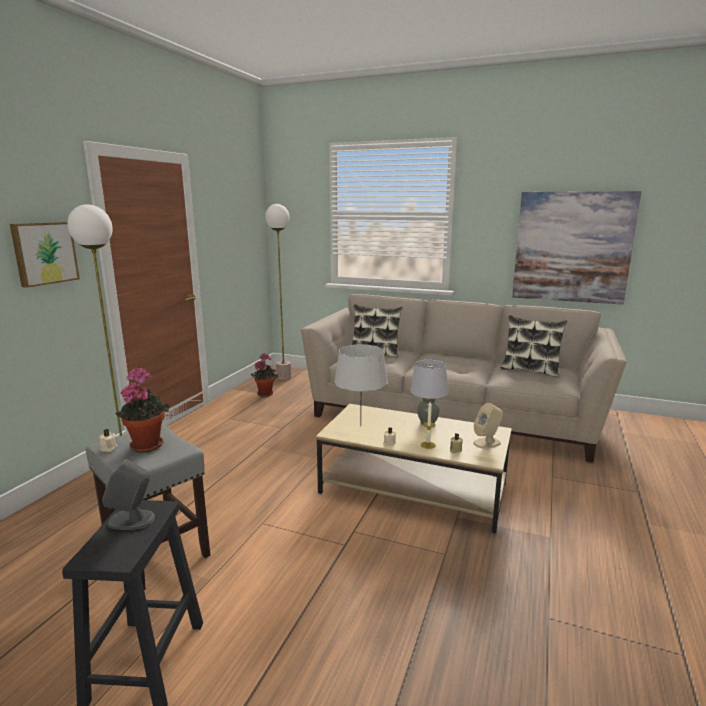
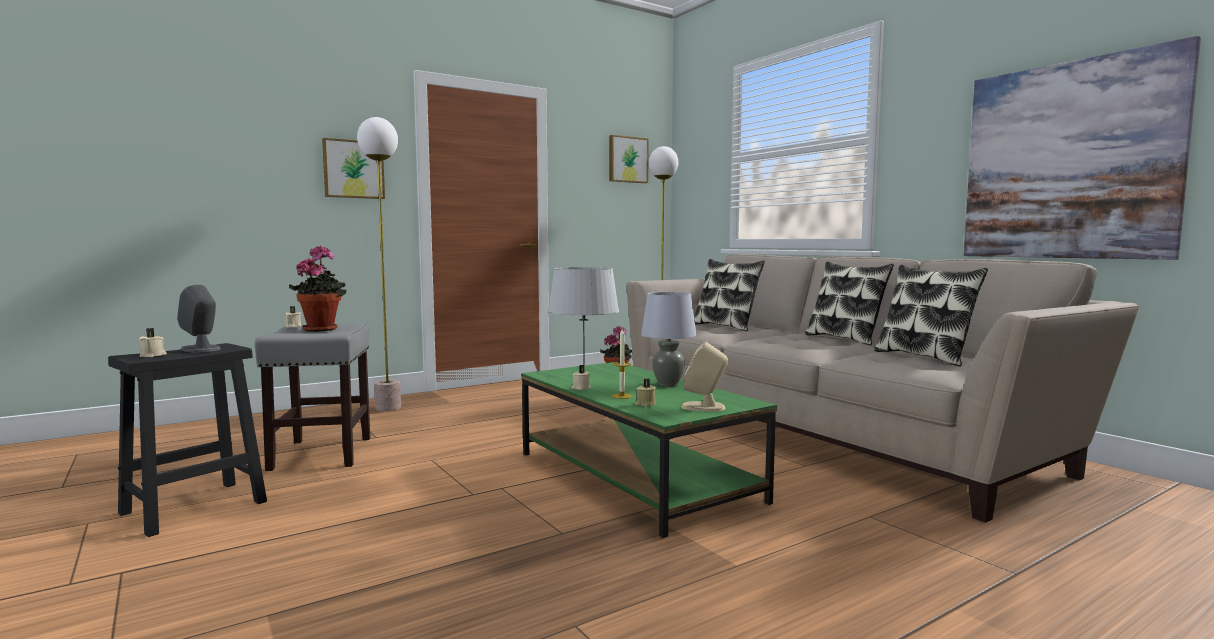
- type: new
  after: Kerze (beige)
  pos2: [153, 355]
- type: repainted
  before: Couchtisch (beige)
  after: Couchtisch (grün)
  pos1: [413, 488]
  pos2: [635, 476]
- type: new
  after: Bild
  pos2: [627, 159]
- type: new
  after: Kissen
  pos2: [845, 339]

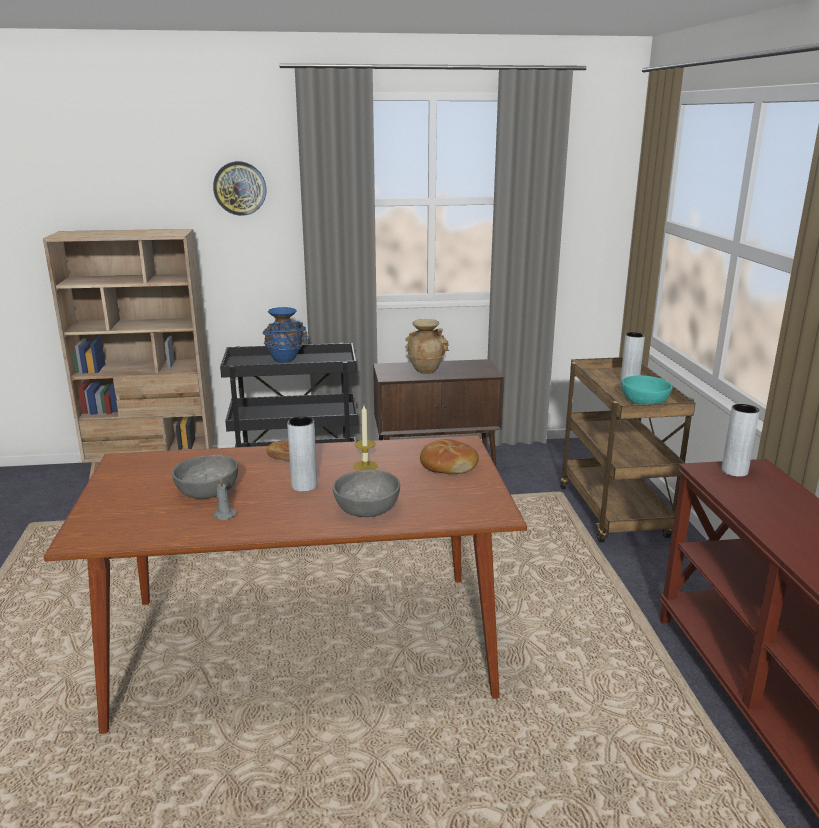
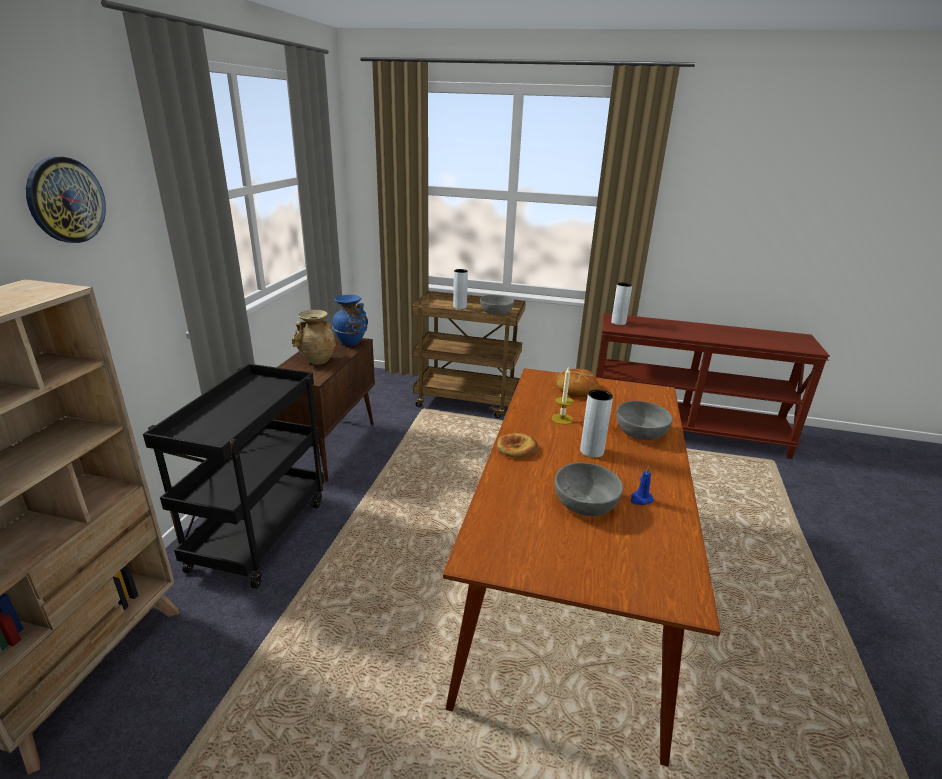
- type: shifted
  before: Vase (blau)
  pos1: [285, 360]
  pos2: [352, 342]
- type: repainted
  before: Schüssel (türkis)
  after: Schüssel (grau)
  pos1: [645, 401]
  pos2: [496, 312]
- type: repainted
  before: Kerze (grau)
  after: Kerze (blau)
  pos1: [223, 515]
  pos2: [640, 499]

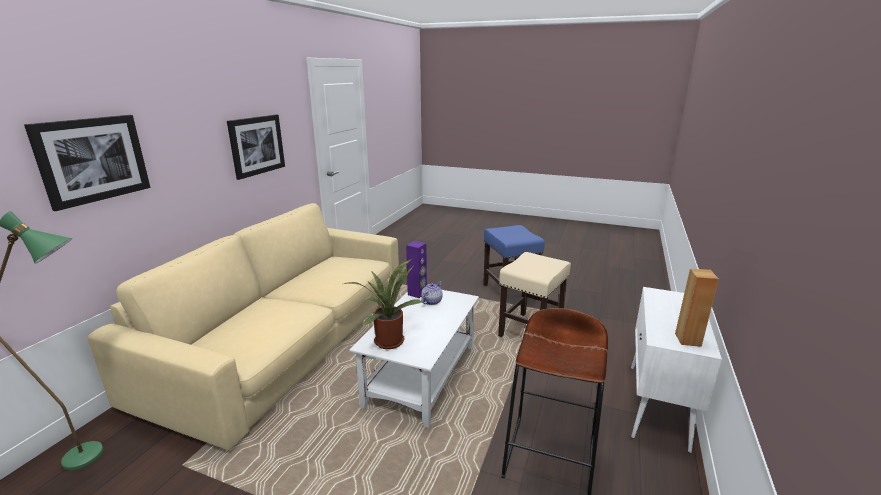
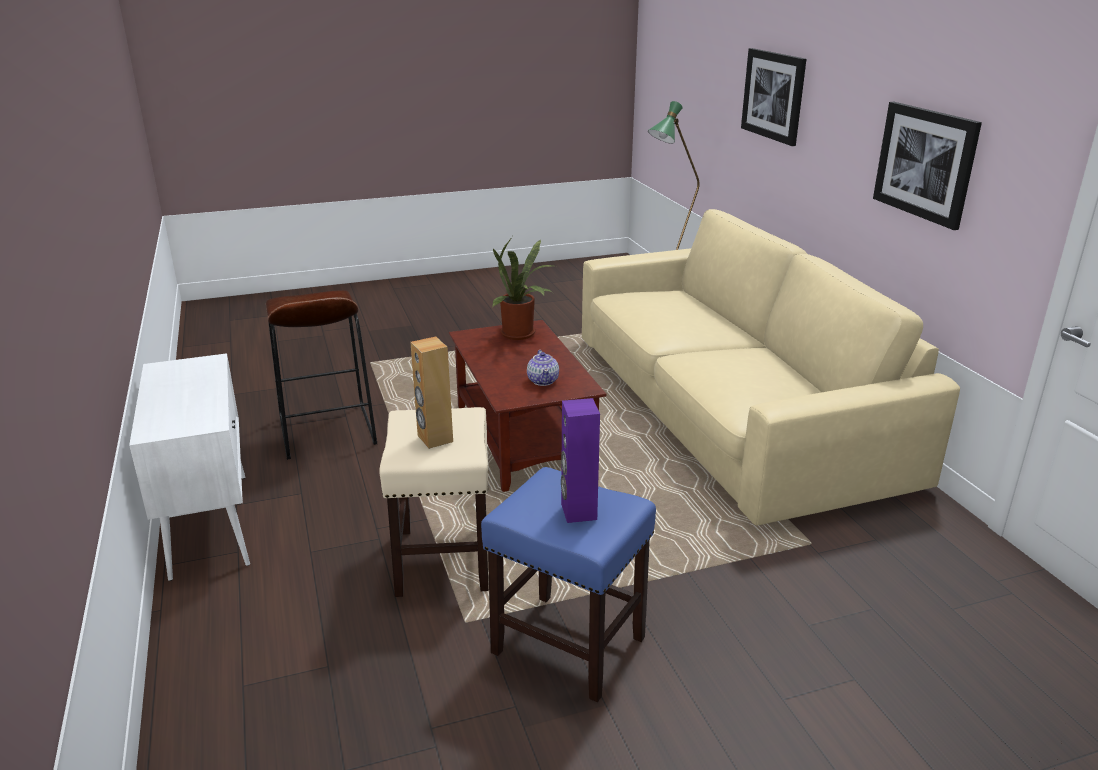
- type: shifted
  before: Lautsprecher (braun)
  pos1: [688, 340]
  pos2: [434, 439]
- type: repainted
  before: Couchtisch (weiß)
  after: Couchtisch (braun)
  pos1: [422, 374]
  pos2: [524, 439]
- type: shifted
  before: Lautsprecher (lila)
  pos1: [417, 293]
  pos2: [578, 512]

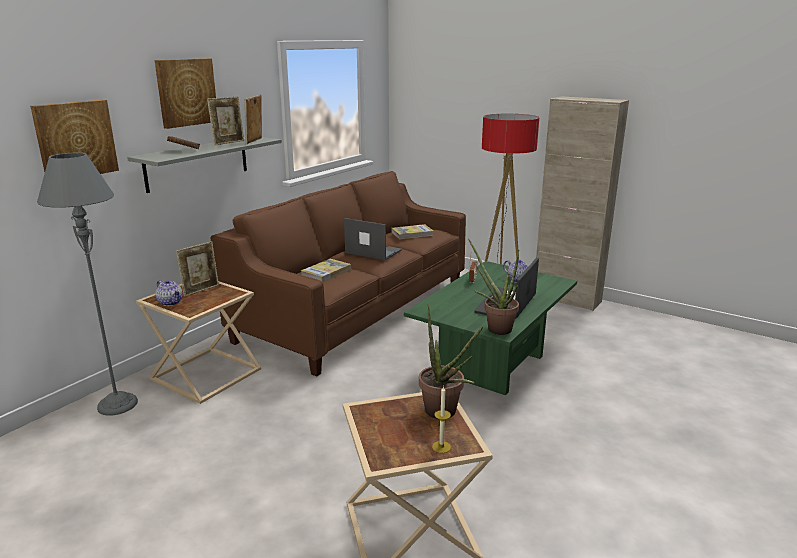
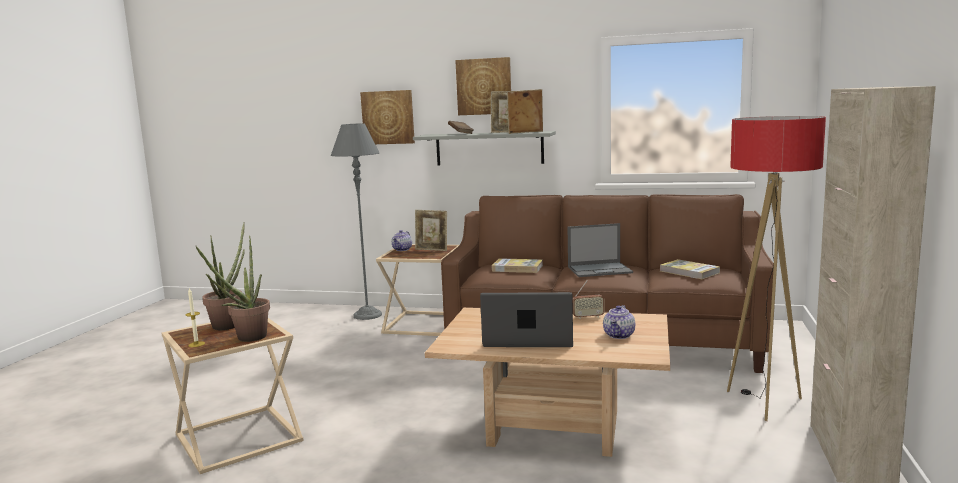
- type: shifted
  before: Topfpflanze
  pos1: [495, 328]
  pos2: [230, 324]
- type: repainted
  before: Couchtisch (grün)
  after: Couchtisch (beige)
  pos1: [491, 364]
  pos2: [554, 427]
- type: rotated
  before: Laptop
  pos1: [372, 251]
  pos2: [600, 270]
  turn: 75

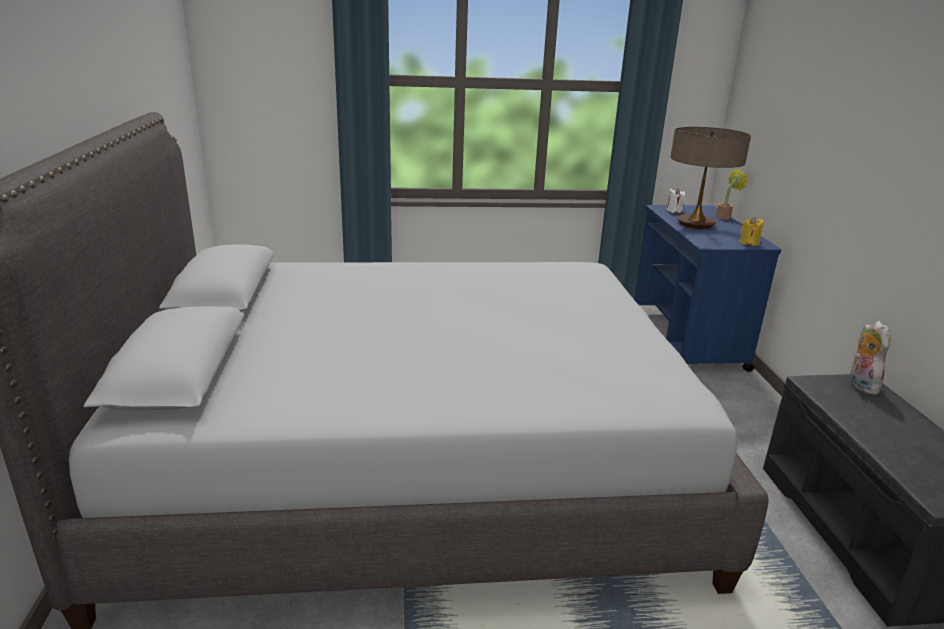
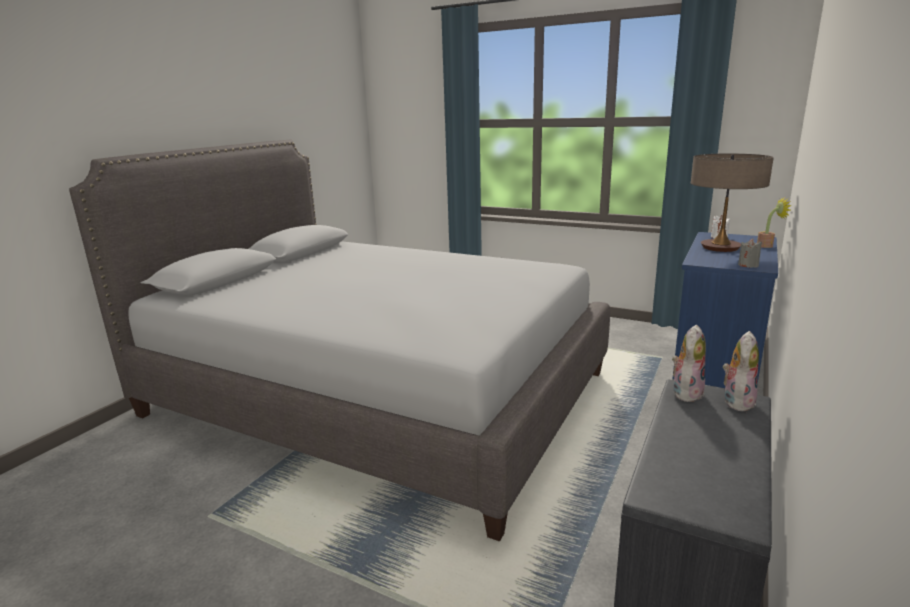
- type: new
  after: Plüschtier
  pos2: [686, 392]
- type: repainted
  before: Kerze (gelb)
  after: Kerze (grau)
  pos1: [749, 243]
  pos2: [748, 265]

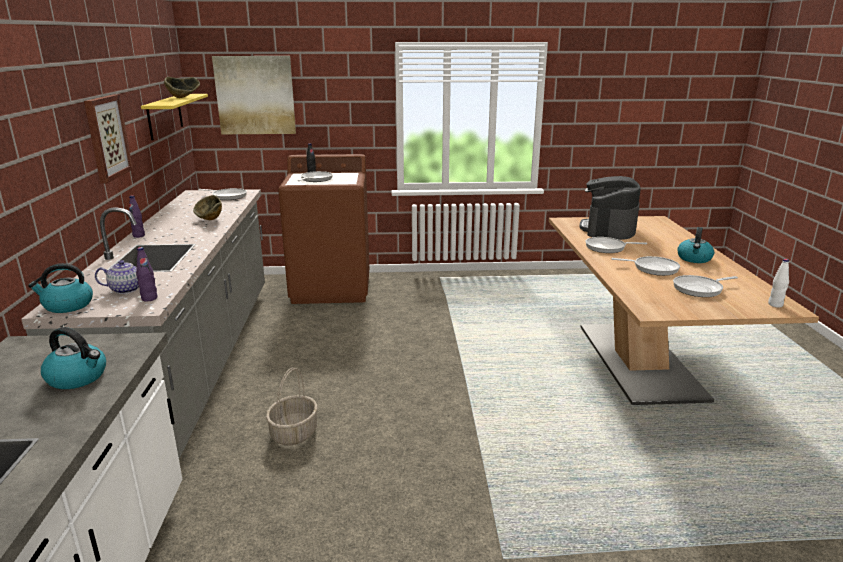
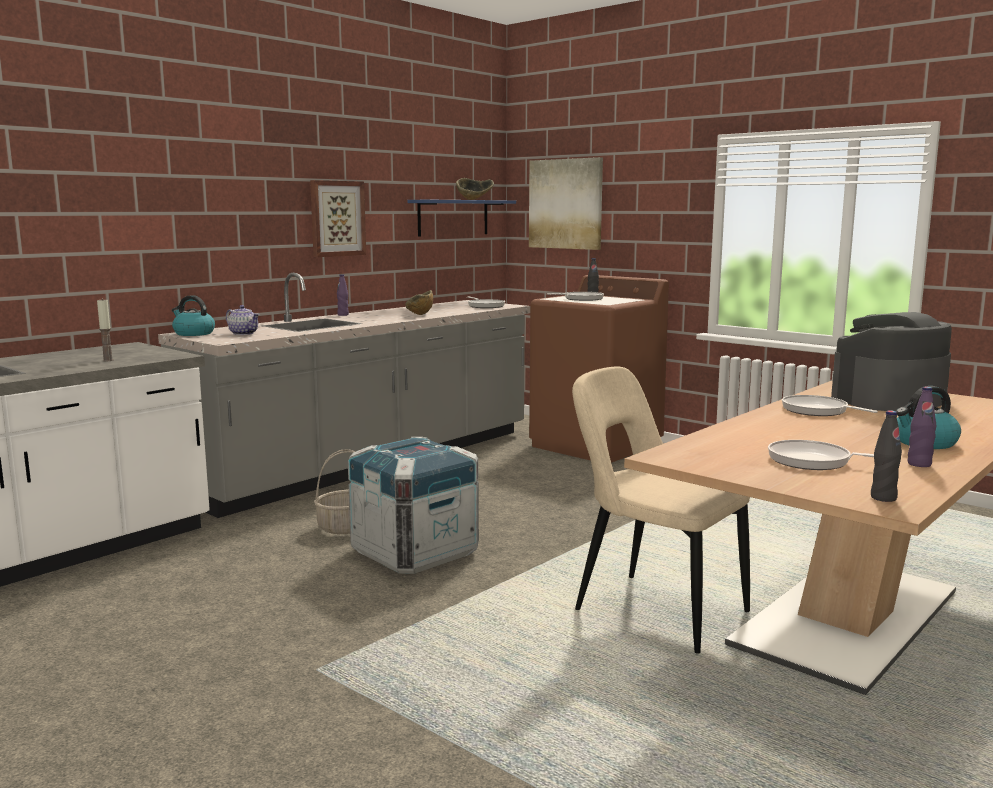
- type: swapped
  before: Wasserkessel
  after: Kerze
  pos1: [78, 377]
  pos2: [108, 360]
- type: new
  after: Kiste
  pos2: [415, 552]
- type: repainted
  before: Wandregal (gelb)
  after: Wandregal (blau)
  pos1: [165, 116]
  pos2: [453, 217]
- type: new
  after: Stuhl (beige)
  pos2: [653, 609]
- type: repainted
  before: Flasche (weiß)
  after: Flasche (schwarz)
  pos1: [775, 305]
  pos2: [883, 498]
- type: shifted
  before: Flasche (lila)
  pos1: [149, 298]
  pos2: [919, 464]
- type: gone
  before: Pfanne
  pos1: [652, 268]

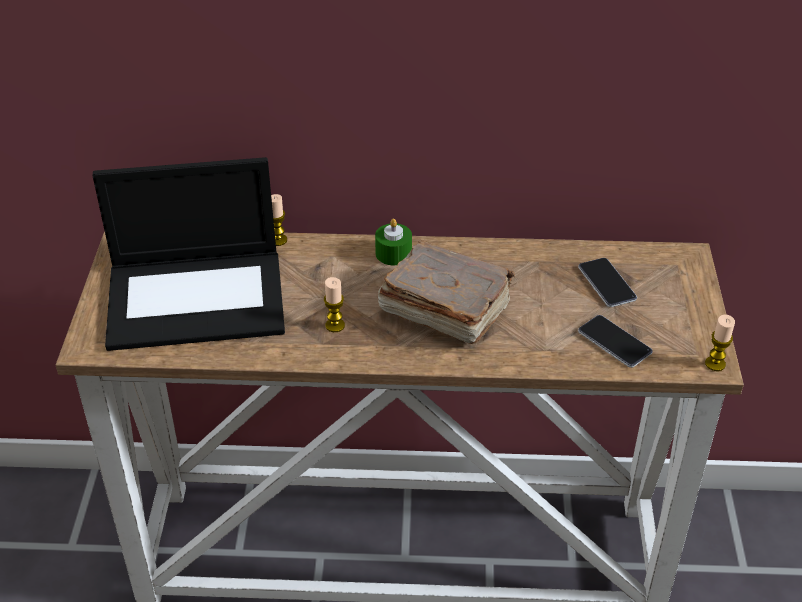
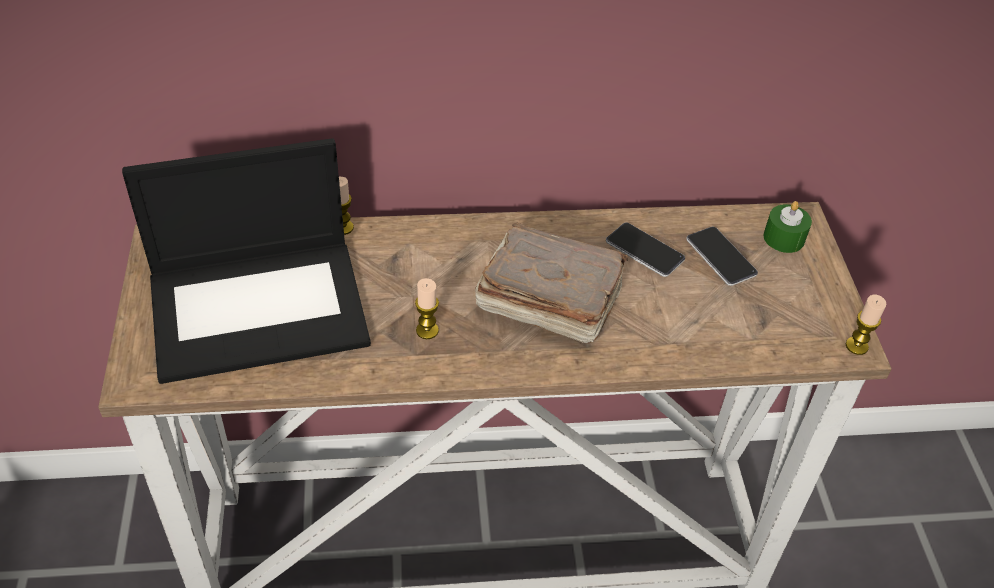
- type: shifted
  before: Handy
  pos1: [614, 342]
  pos2: [644, 251]
- type: shifted
  before: Kerze (grün)
  pos1: [393, 253]
  pos2: [784, 238]

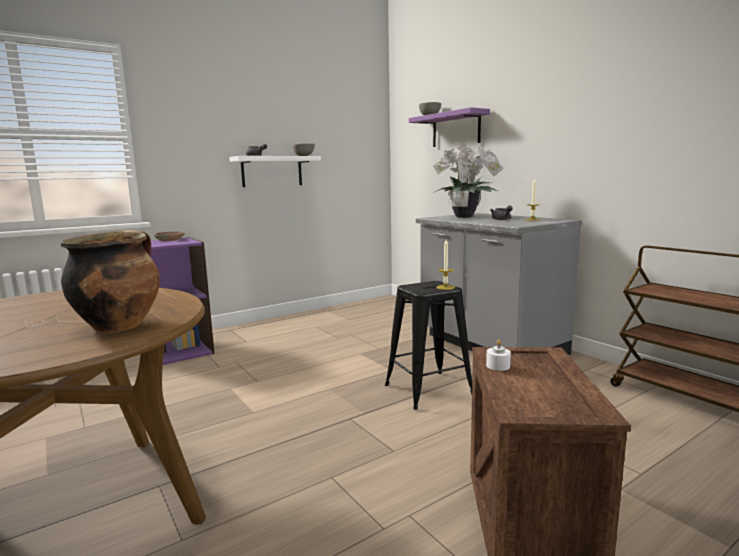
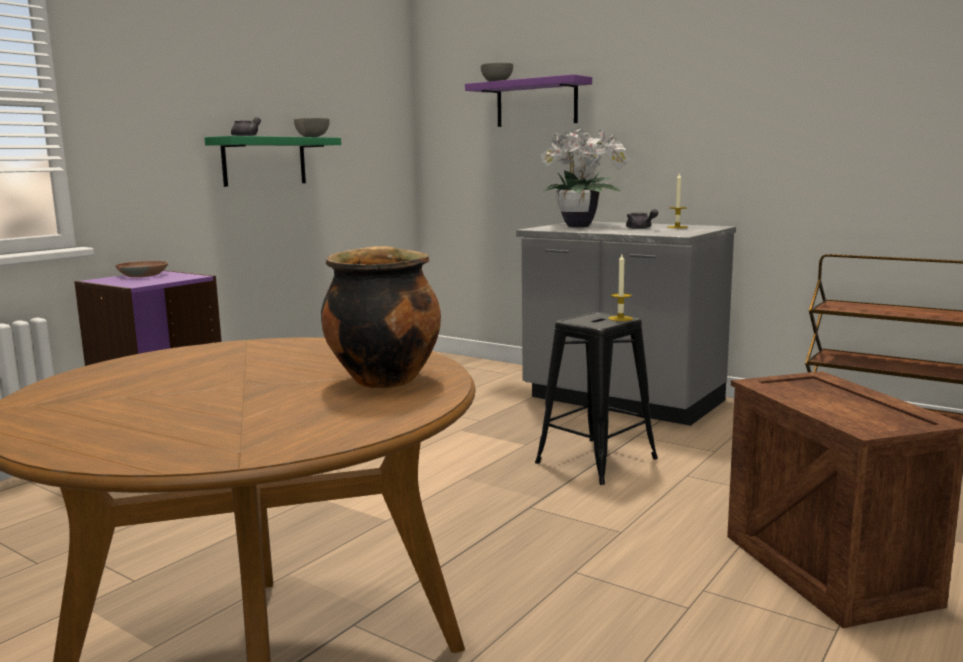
- type: repainted
  before: Wandregal (weiß)
  after: Wandregal (grün)
  pos1: [272, 171]
  pos2: [264, 161]
- type: gone
  before: Kerze (weiß)
  pos1: [498, 366]

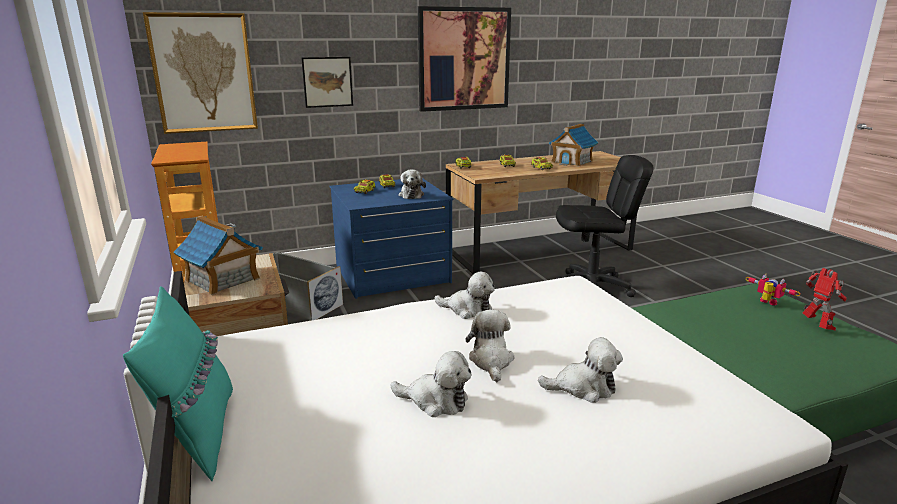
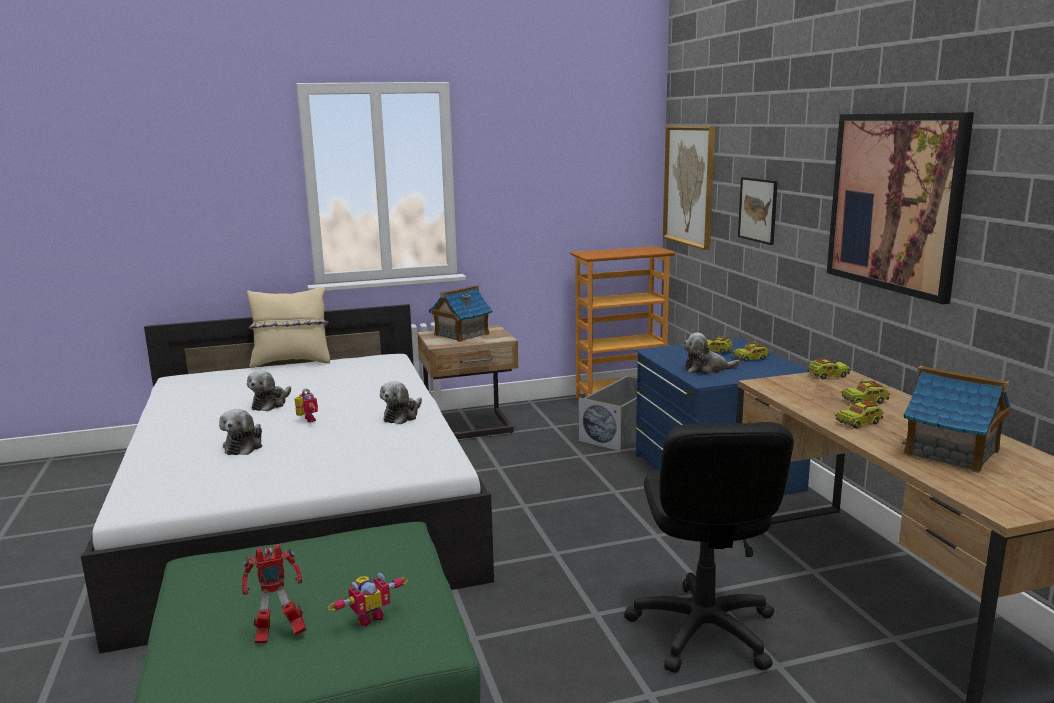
- type: repainted
  before: Kissen (türkis)
  after: Kissen (beige)
  pos1: [198, 434]
  pos2: [292, 362]
- type: swapped
  before: Plüschtier
  after: Spielzeugroboter
  pos1: [491, 361]
  pos2: [307, 420]

